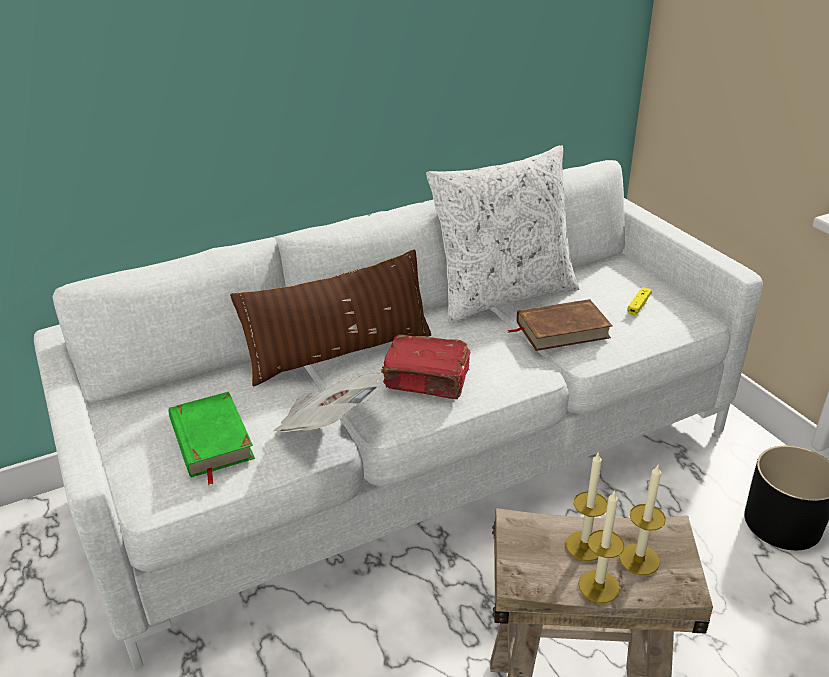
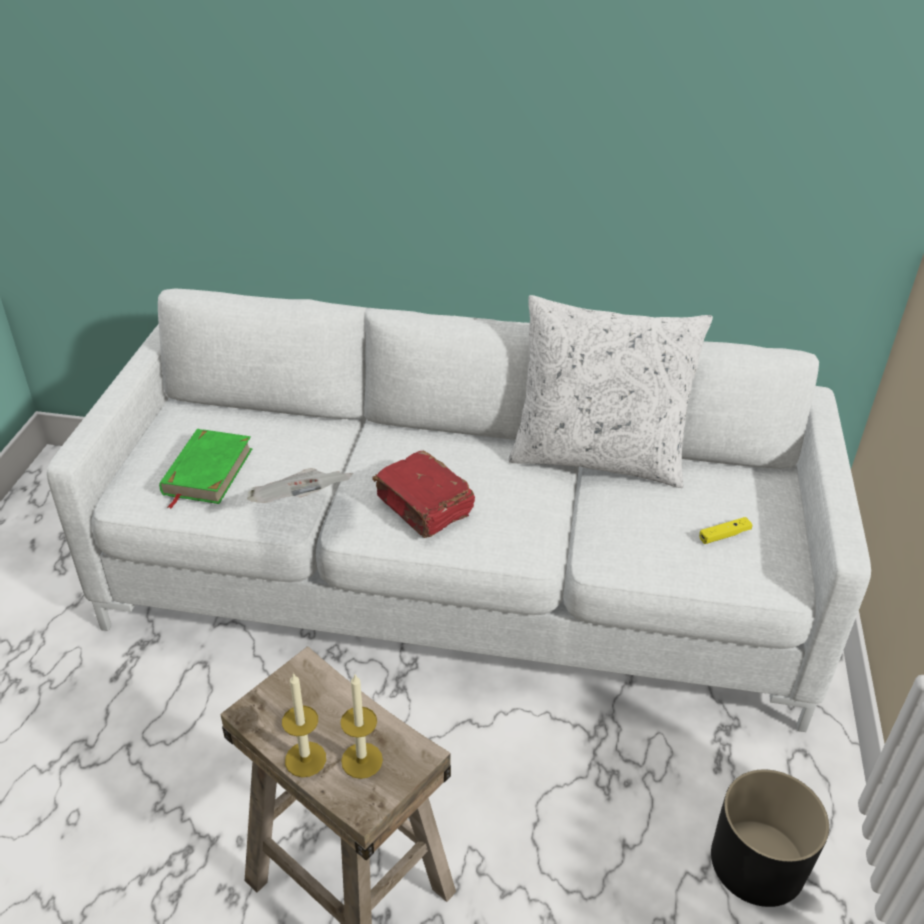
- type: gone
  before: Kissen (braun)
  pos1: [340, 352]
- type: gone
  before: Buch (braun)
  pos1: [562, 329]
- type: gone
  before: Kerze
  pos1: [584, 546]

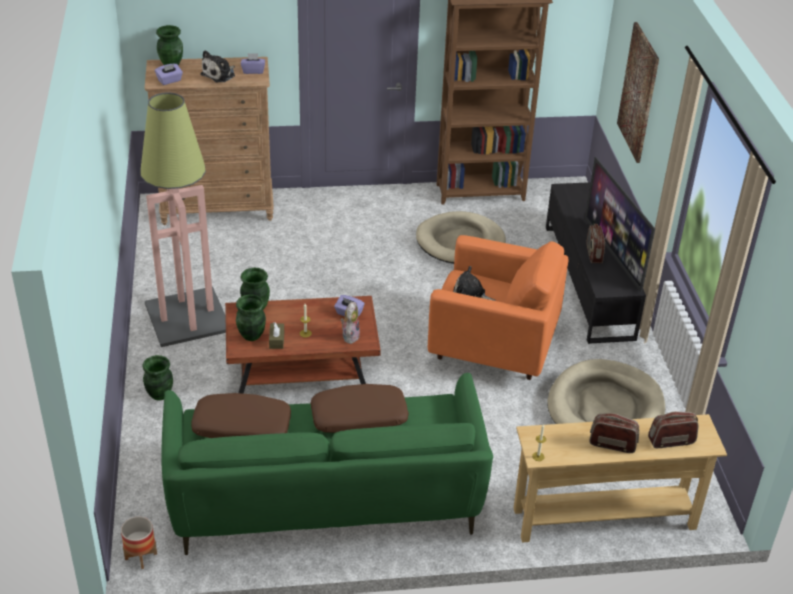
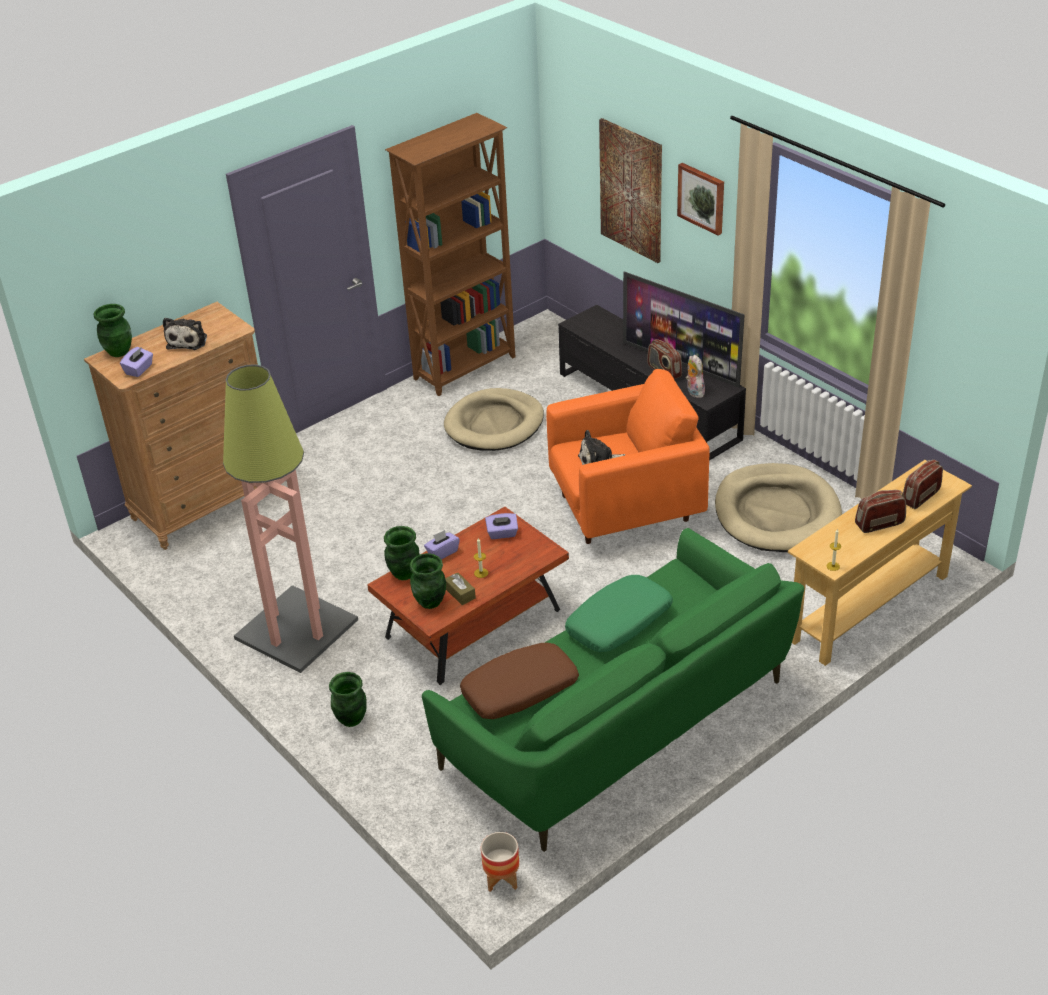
- type: shifted
  before: Taschentuchbox (lila)
  pos1: [253, 71]
  pos2: [442, 552]
- type: repainted
  before: Kissen (braun)
  after: Kissen (grün)
  pos1: [358, 417]
  pos2: [619, 623]
- type: new
  after: Bild
  pos2: [702, 198]
- type: shifted
  before: Plüschtier
  pos1: [350, 336]
  pos2: [694, 392]

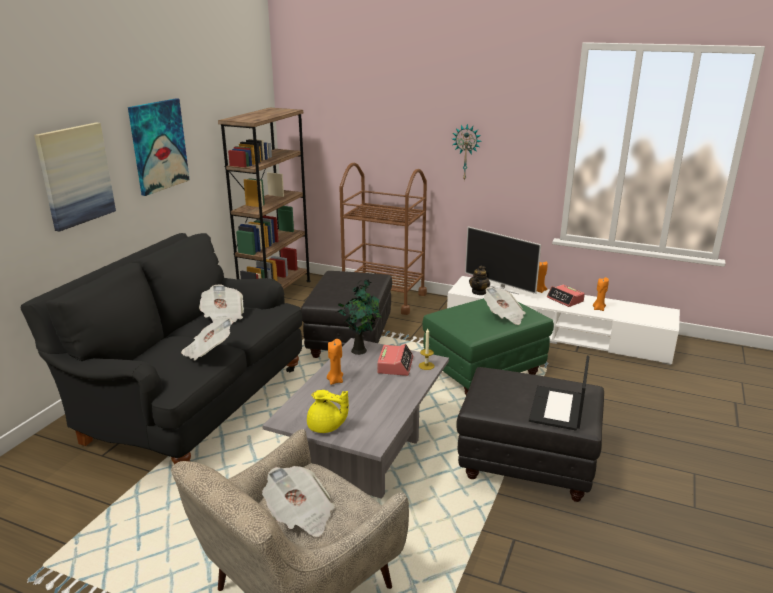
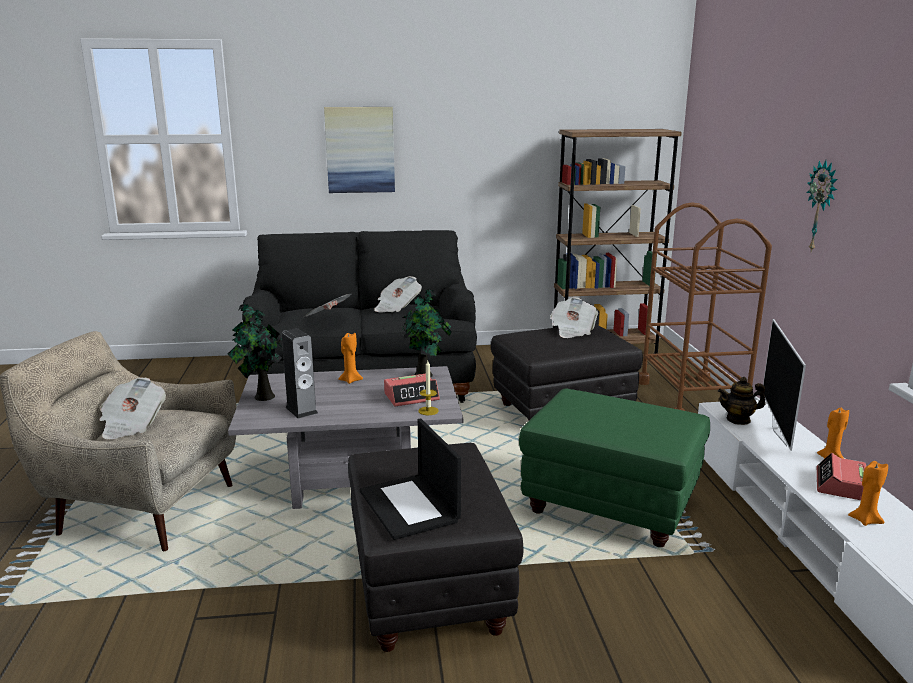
- type: swapped
  before: Teekanne (gelb)
  after: Topfpflanze
  pos1: [326, 427]
  pos2: [262, 397]
- type: new
  after: Lautsprecher
  pos2: [301, 410]
- type: rotated
  before: Laptop
  pos1: [557, 409]
  pos2: [410, 506]
  turn: -105
- type: shifted
  before: Zeitung
  pos1: [504, 316]
  pos2: [572, 331]
- type: gone
  before: Bild
  pos1: [158, 146]

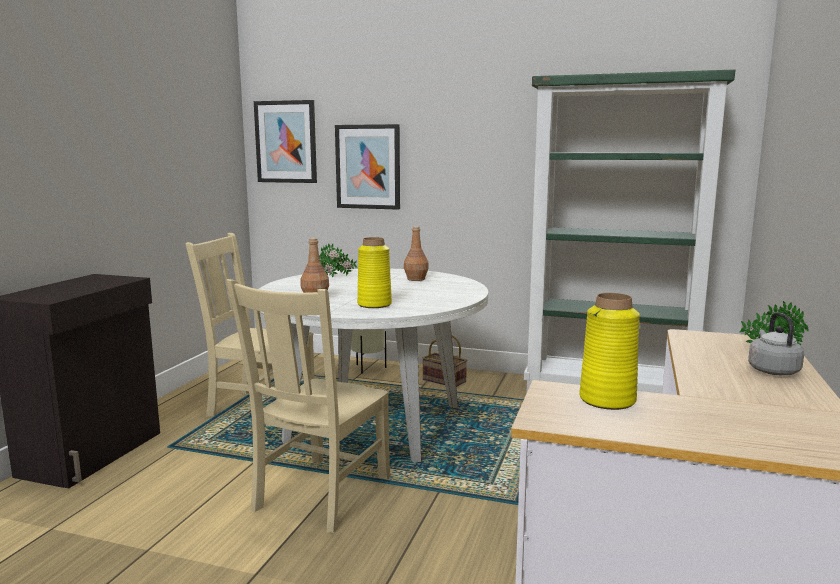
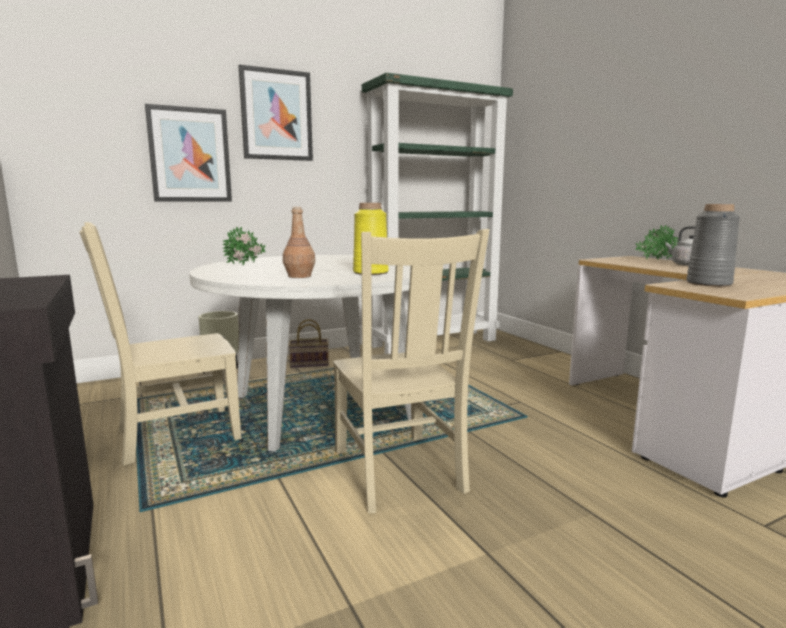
- type: shifted
  before: Bild
  pos1: [286, 142]
  pos2: [276, 115]
- type: repainted
  before: Vase (gelb)
  after: Vase (grau)
  pos1: [608, 400]
  pos2: [709, 283]
- type: gone
  before: Flasche (braun)
  pos1: [415, 279]

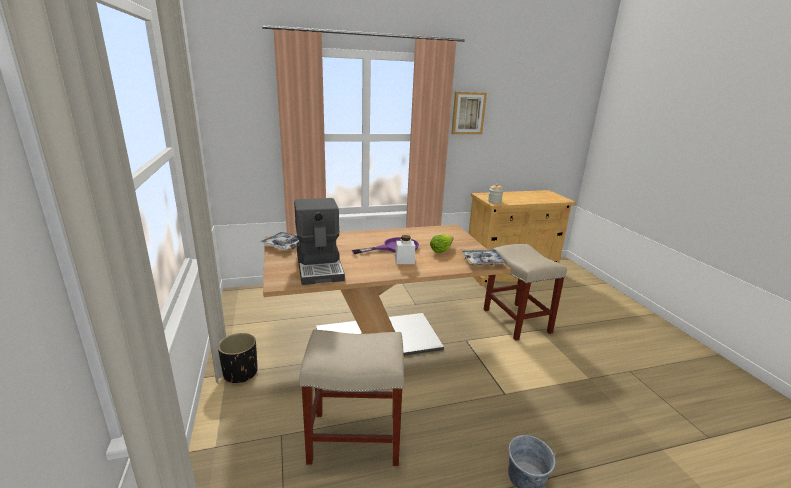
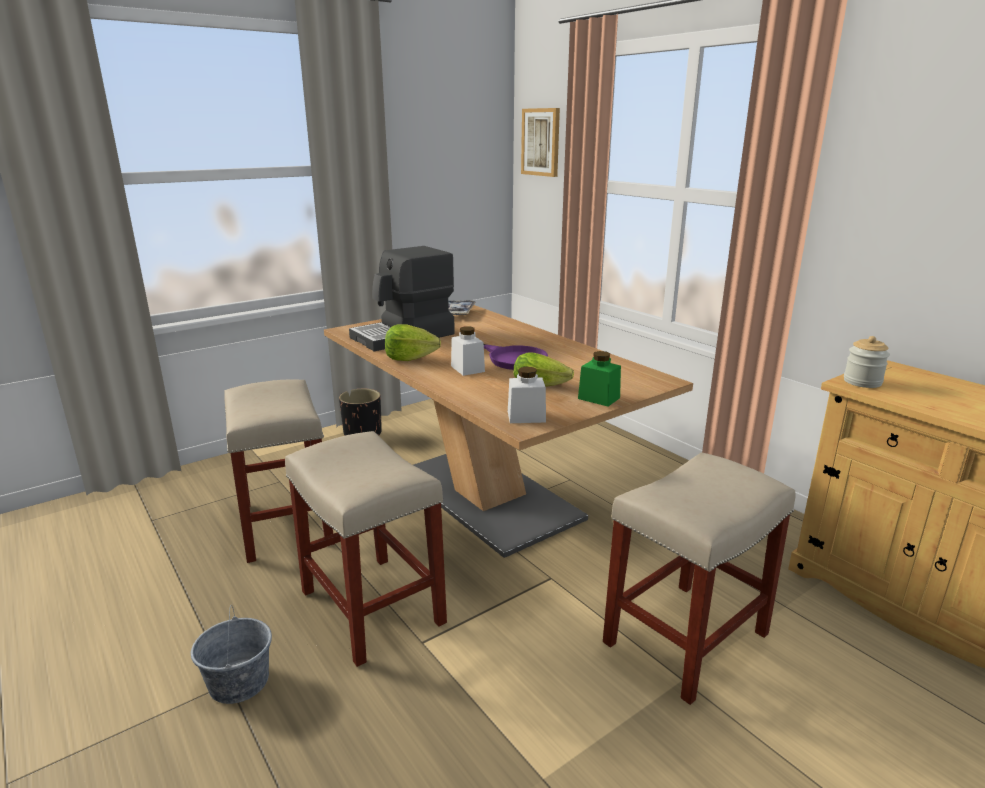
- type: new
  after: Hocker (beige)
  pos2: [370, 606]
- type: new
  after: Salatkopf
  pos2: [410, 358]
- type: swapped
  before: Tablett
  after: Vorratsglas (weiß)
  pos1: [482, 261]
  pos2: [526, 417]
- type: shifted
  before: Bild
  pos1: [468, 113]
  pos2: [541, 142]
- type: new
  after: Vorratsglas (grün)
  pos2: [598, 398]

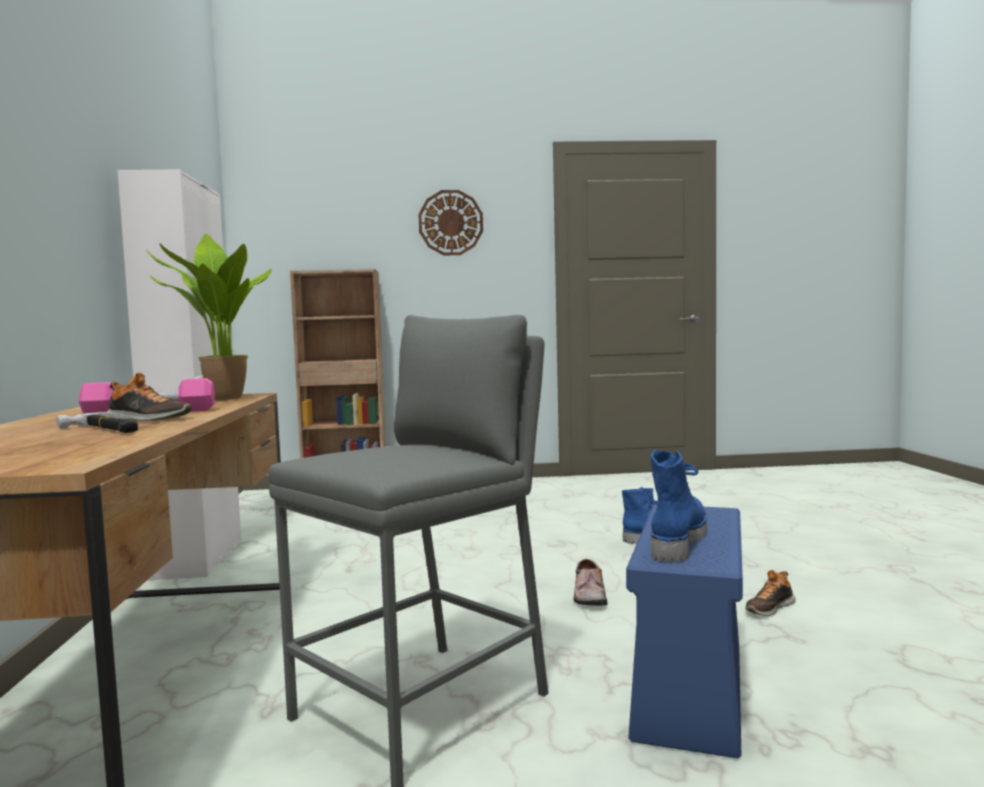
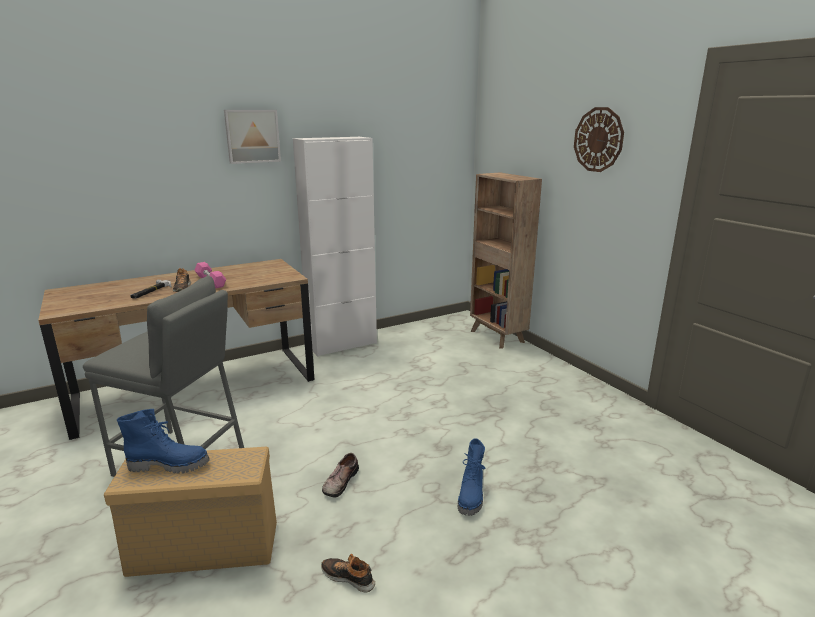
- type: repainted
  before: Aufbewahrungsbox (blau)
  after: Aufbewahrungsbox (beige)
  pos1: [689, 686]
  pos2: [207, 548]
- type: new
  after: Bild
  pos2: [252, 136]
- type: rotated
  before: Schuh
  pos1: [588, 595]
  pos2: [339, 481]
  turn: -45
- type: gone
  before: Topfpflanze
  pos1: [219, 399]

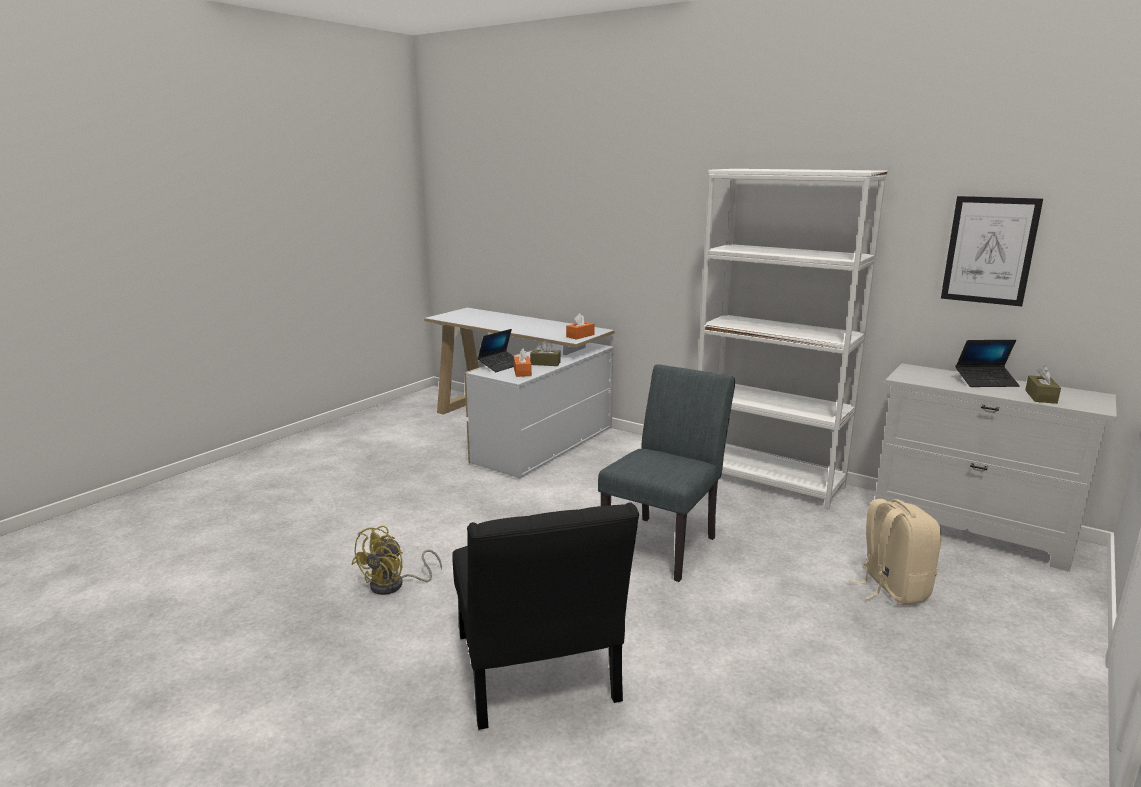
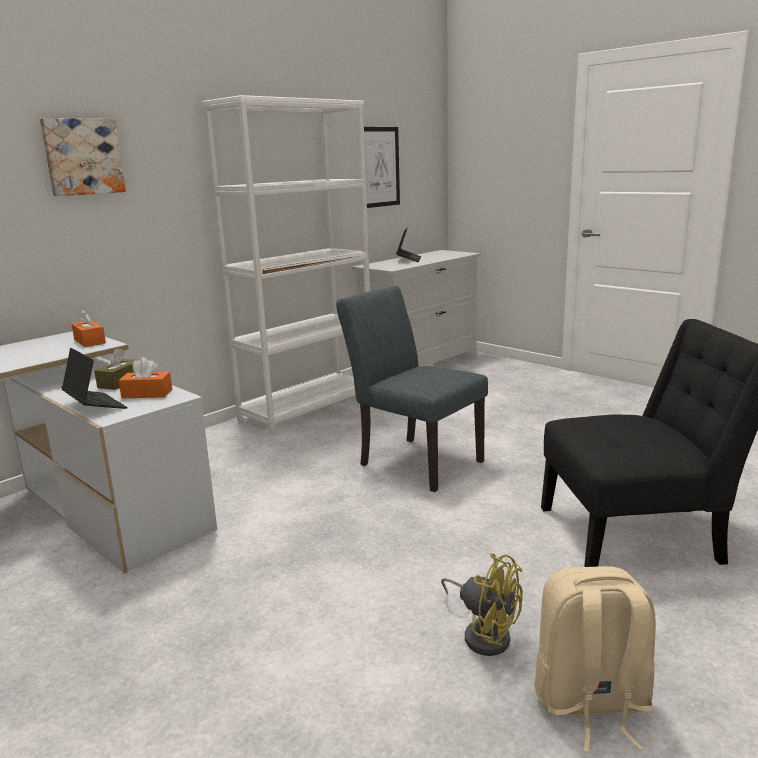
- type: new
  after: Bild
  pos2: [82, 157]
- type: shifted
  before: Rucksack (beige)
  pos1: [891, 588]
  pos2: [591, 704]
- type: gone
  before: Taschentuchbox (braun)
  pos1: [1040, 397]

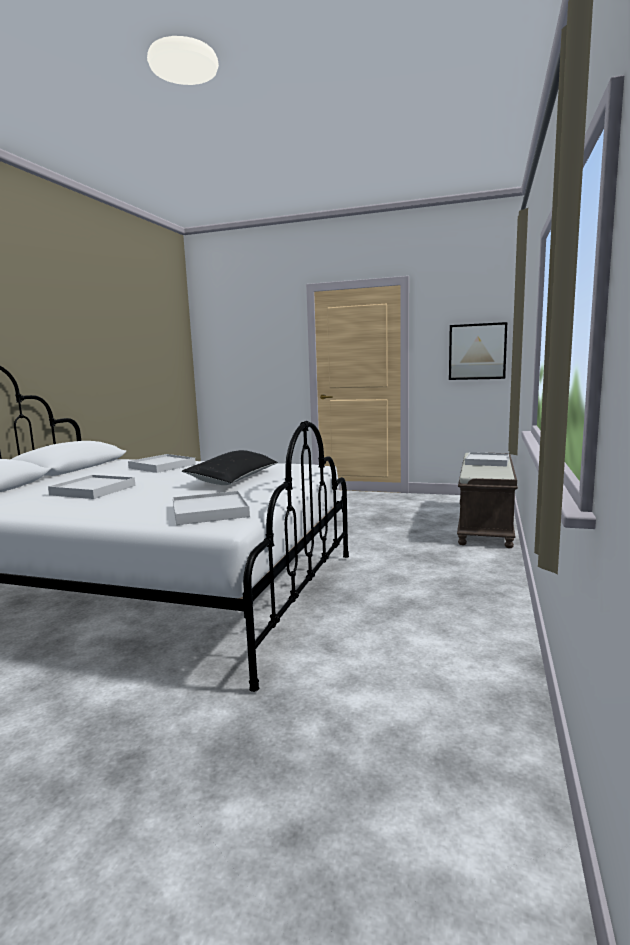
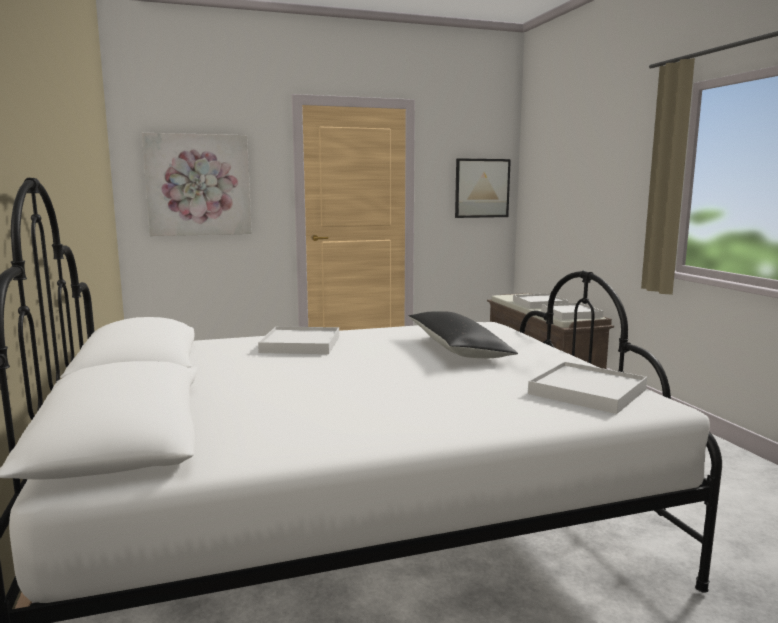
- type: new
  after: Bild
  pos2: [198, 185]
- type: shifted
  before: Tablett (weiß)
  pos1: [93, 490]
  pos2: [571, 314]

